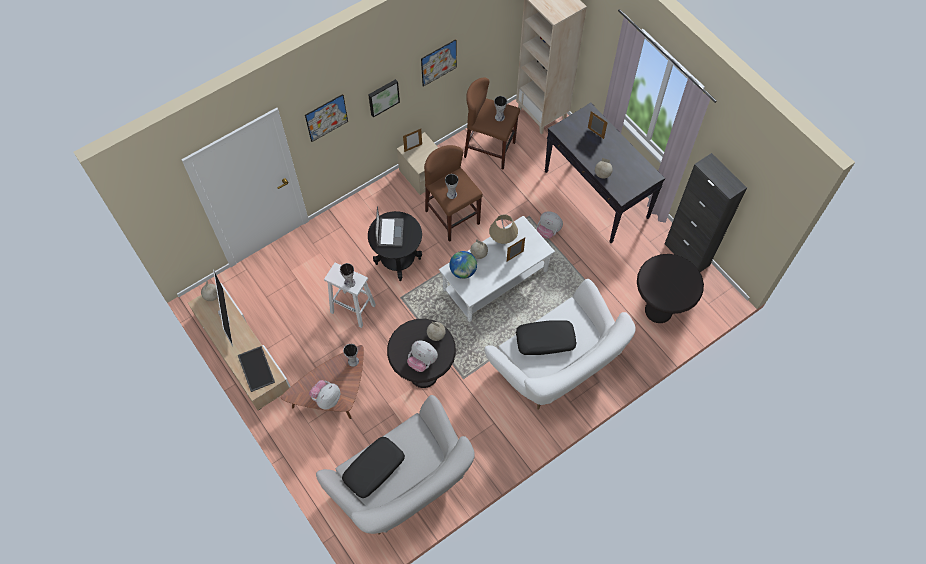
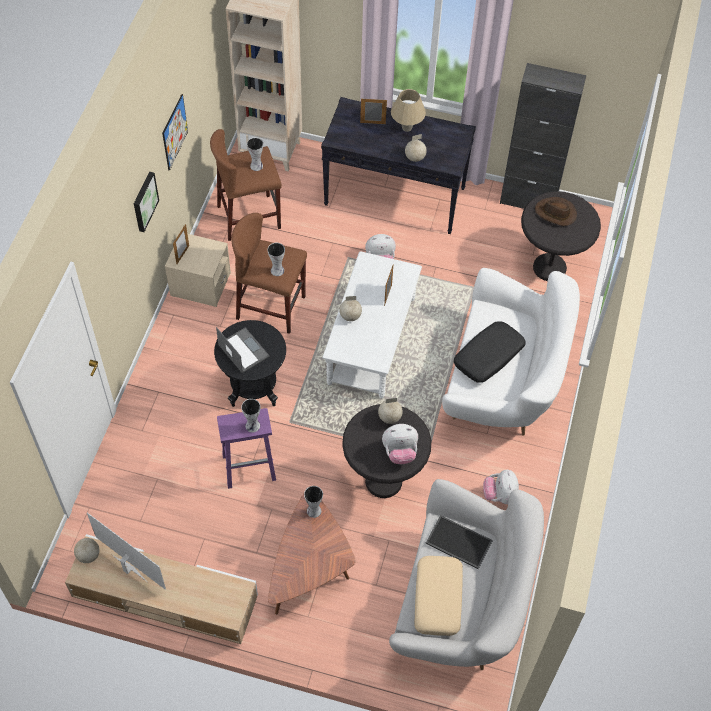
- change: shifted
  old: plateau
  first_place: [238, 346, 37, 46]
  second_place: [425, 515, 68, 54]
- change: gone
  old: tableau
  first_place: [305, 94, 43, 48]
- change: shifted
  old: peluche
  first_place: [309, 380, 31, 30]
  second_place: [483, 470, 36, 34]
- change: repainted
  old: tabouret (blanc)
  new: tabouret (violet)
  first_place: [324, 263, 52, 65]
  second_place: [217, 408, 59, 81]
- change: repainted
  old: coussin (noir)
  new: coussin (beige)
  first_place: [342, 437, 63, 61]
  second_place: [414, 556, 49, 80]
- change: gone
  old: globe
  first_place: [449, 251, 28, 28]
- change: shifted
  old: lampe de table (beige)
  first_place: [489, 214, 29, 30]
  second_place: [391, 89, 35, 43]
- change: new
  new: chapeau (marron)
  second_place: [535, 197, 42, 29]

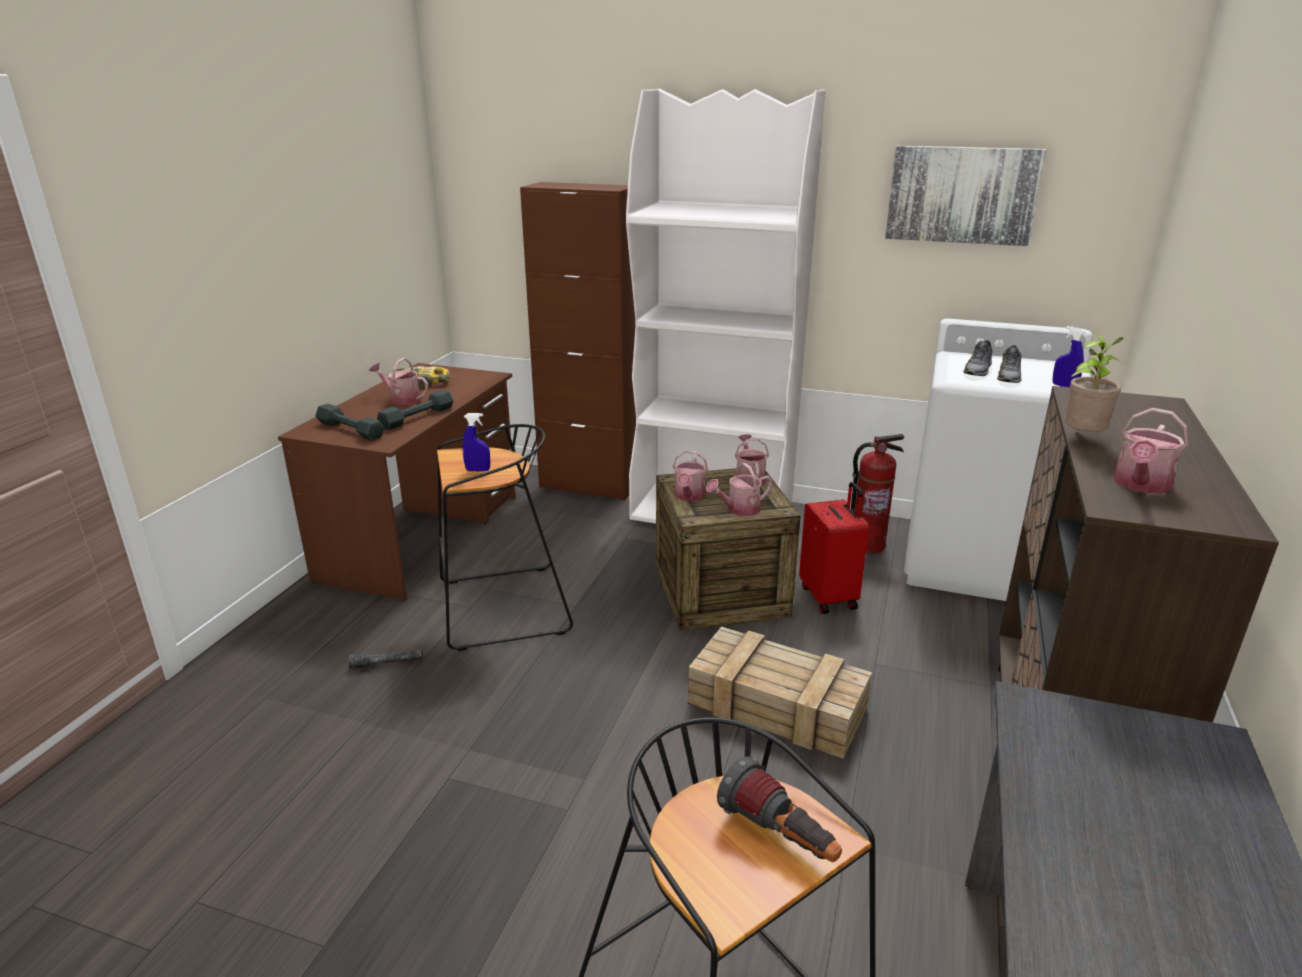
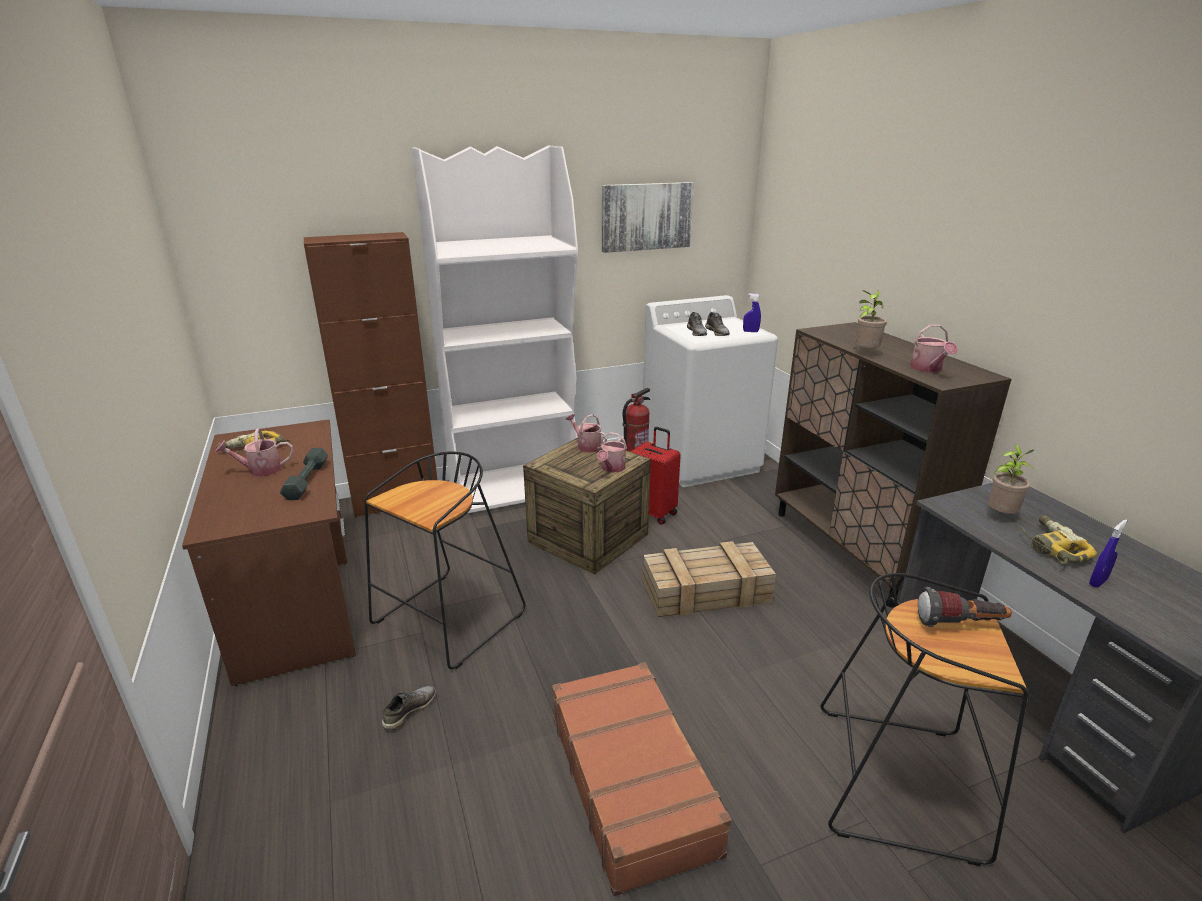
- change: gone
  old: haltère (gris)
  first_place: [315, 404, 70, 37]
- change: swapped
  old: lampe de poche (gris)
  new: chaussure (gris)
  first_place: [349, 650, 74, 19]
  second_place: [382, 686, 54, 44]
- change: shifted
  old: vaporisateur (bleu)
  first_place: [462, 413, 28, 59]
  second_place: [1089, 519, 38, 68]
- change: gone
  old: arrosoir
  first_place: [673, 451, 35, 50]
- change: new
  new: valise (marron)
  second_place: [552, 662, 180, 234]
- change: new
  new: plante en pot
  second_place: [988, 444, 47, 70]
- change: new
  new: perceuse
  second_place: [1020, 516, 77, 48]

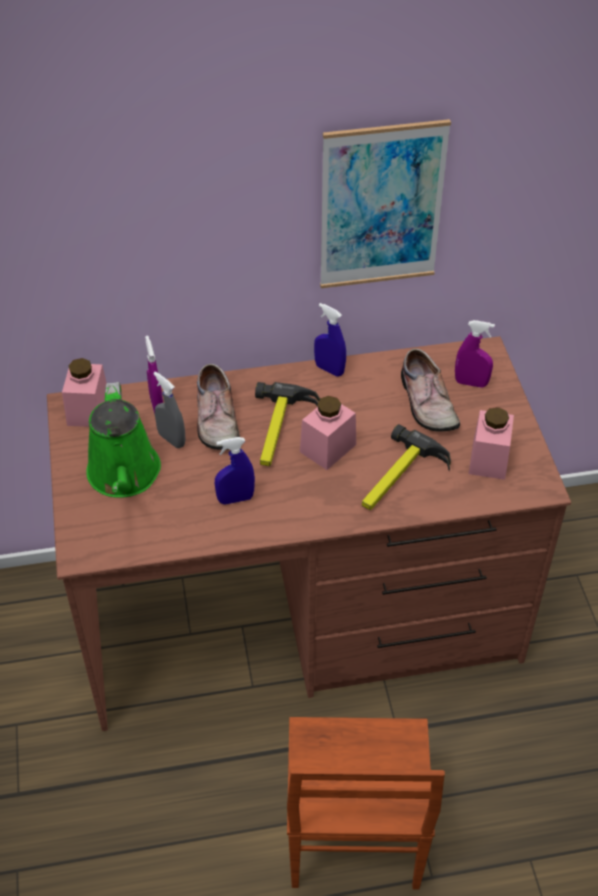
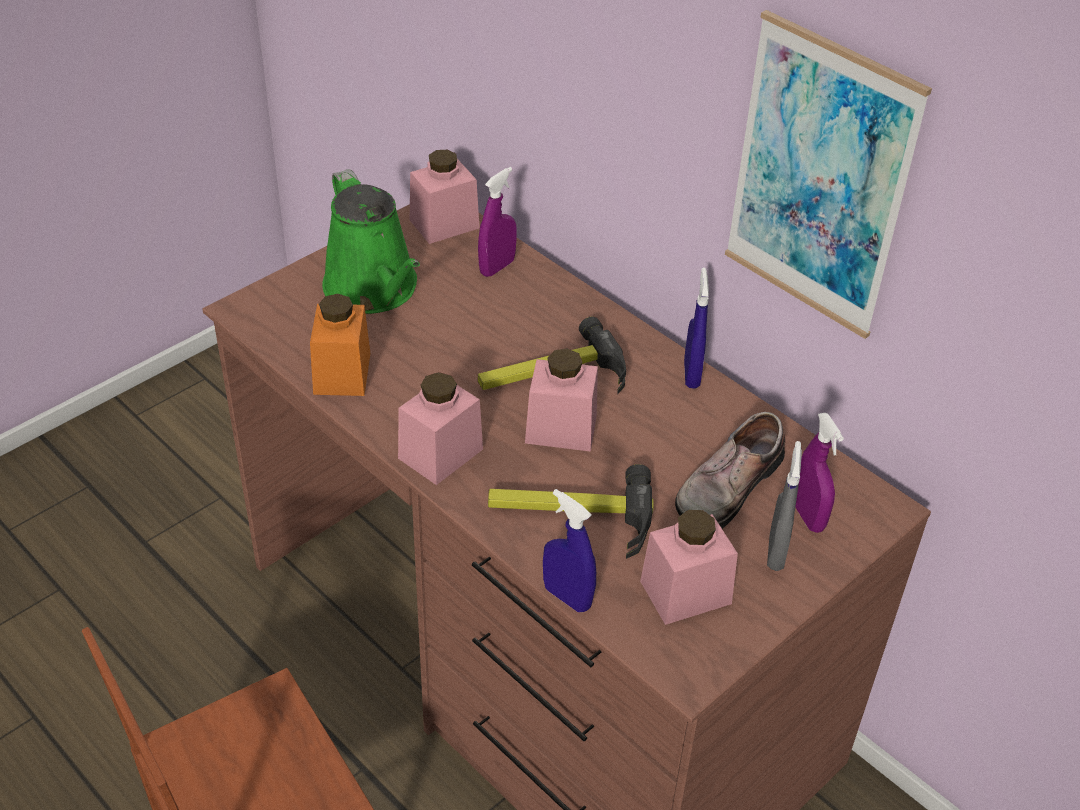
- change: rotated
  old: arrosoir (vert)
  first_place: [86, 382, 75, 116]
  second_place: [322, 169, 98, 145]
  degrees: -75
- change: shifted
  old: vaporisateur (gris)
  first_place: [153, 372, 33, 76]
  second_place: [767, 441, 35, 130]
- change: gone
  old: chaussure
  first_place: [197, 364, 43, 86]
- change: shifted
  old: vaporisateur (bleu)
  first_place: [215, 437, 40, 68]
  second_place: [543, 489, 53, 123]
- change: new
  new: bocal (orange)
  second_place: [310, 294, 60, 102]
- change: new
  new: bocal (rose)
  second_place: [398, 372, 85, 113]

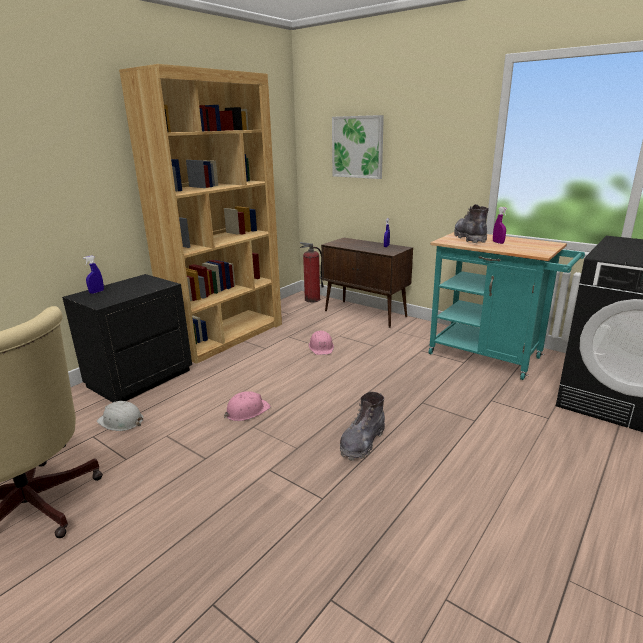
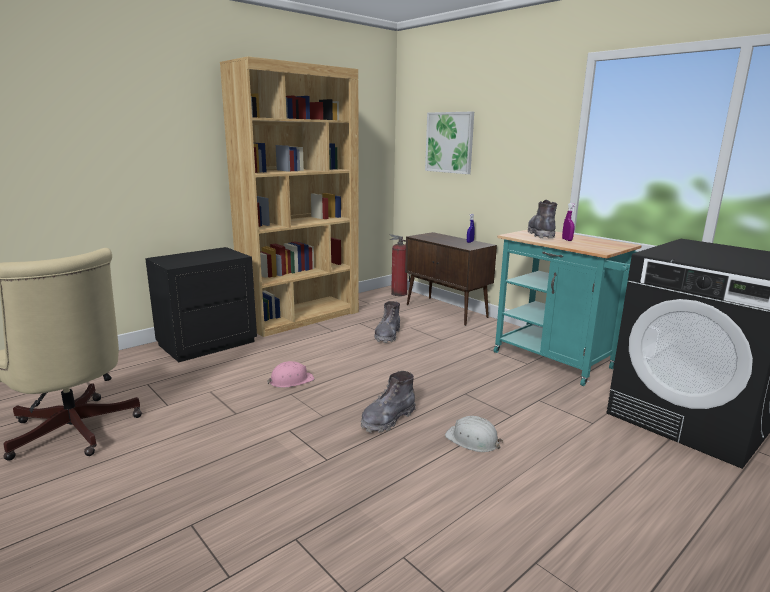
- change: gone
  old: vaporisateur (bleu)
  first_place: [83, 255, 21, 39]
- change: shifted
  old: casque de chantier (blanc)
  first_place: [97, 401, 46, 30]
  second_place: [445, 416, 58, 36]
- change: swapped
  old: casque de chantier (rose)
  new: botte (gris)
  first_place: [309, 330, 25, 25]
  second_place: [374, 301, 26, 42]

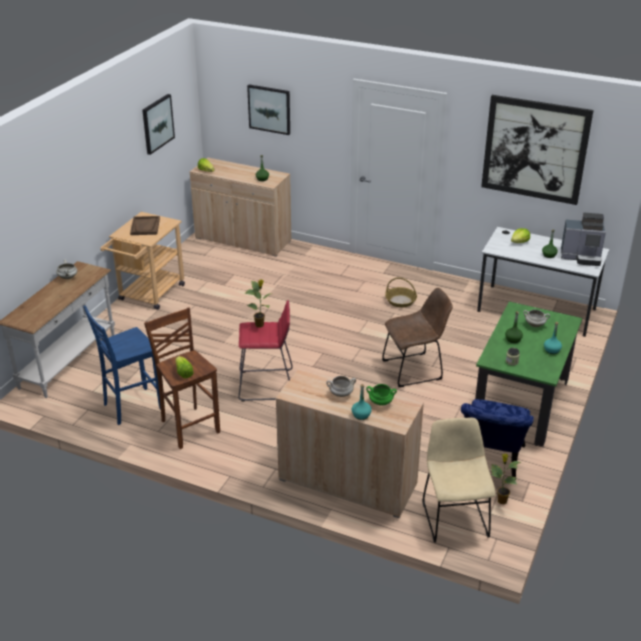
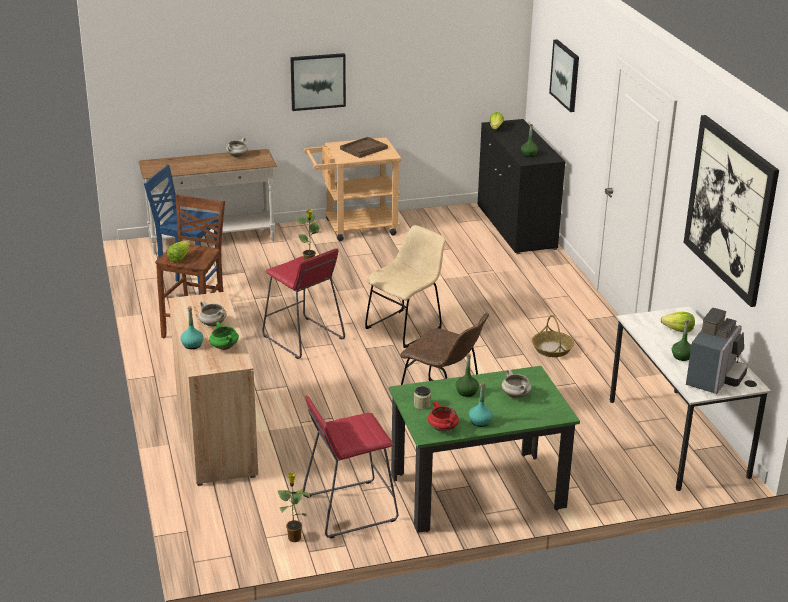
- change: shifted
  old: tableau
  first_place: [142, 94, 33, 61]
  second_place: [290, 53, 56, 58]
- change: repainted
  old: meuble de rangement (beige)
  new: meuble de rangement (noir)
  first_place: [190, 158, 102, 99]
  second_place: [478, 119, 87, 135]
- change: shifted
  old: chaise (beige)
  first_place: [422, 418, 74, 125]
  second_place: [365, 225, 80, 123]
- change: swapped
  old: chaise (bleu)
  new: tabouret (rouge)
  first_place: [461, 399, 73, 81]
  second_place: [303, 396, 95, 143]
- change: rotated
  old: machine à café
  first_place: [561, 213, 45, 53]
  second_place: [686, 308, 62, 86]
  degrees: -120
- change: new
  new: marmite (rouge)
  second_place: [428, 401, 31, 31]

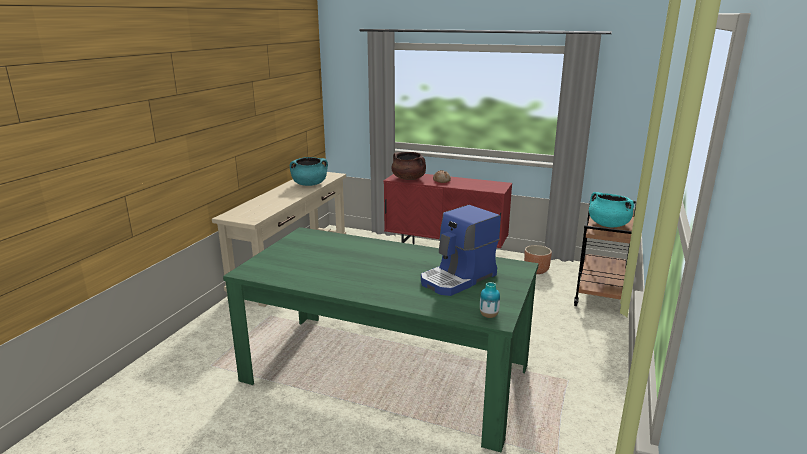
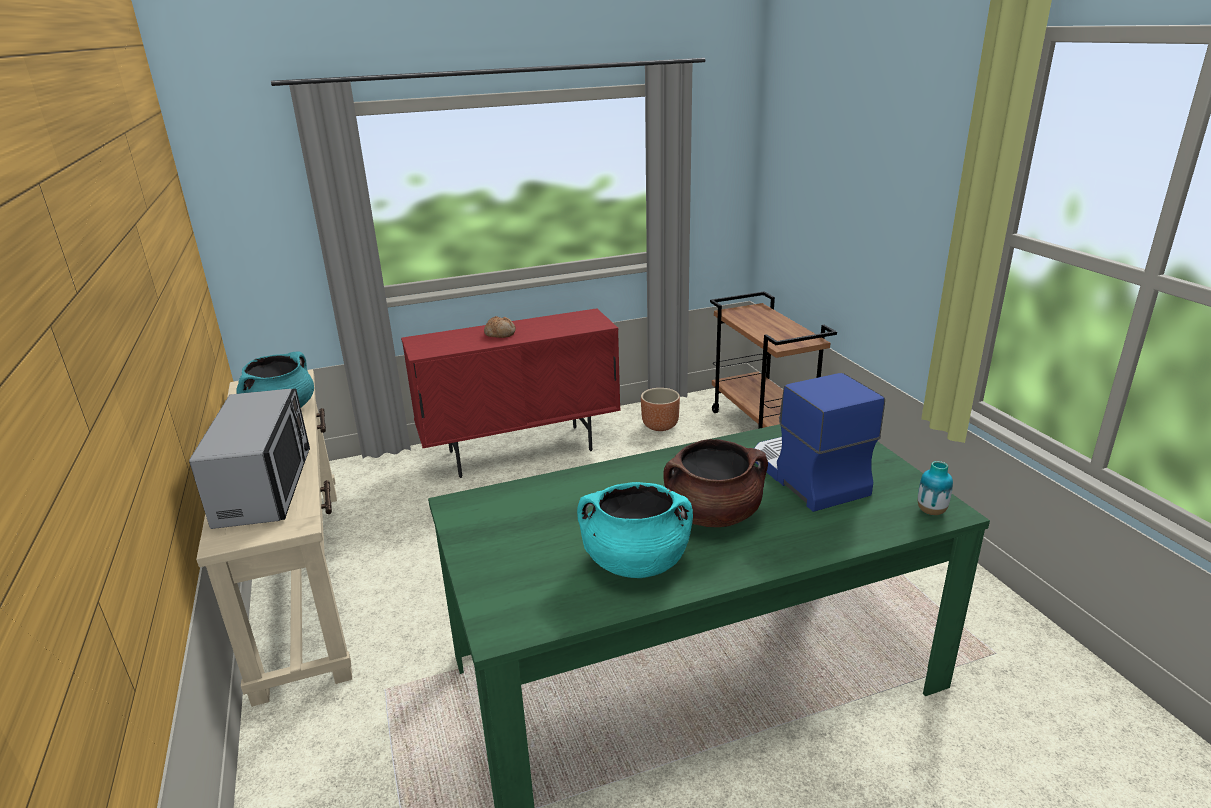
- change: shifted
  old: marmite (marron)
  first_place: [391, 152, 35, 28]
  second_place: [663, 439, 105, 88]
- change: rotated
  old: machine à café
  first_place: [421, 205, 80, 91]
  second_place: [754, 373, 131, 139]
  degrees: 150
- change: shifted
  old: marmite (turquoise)
  first_place: [589, 192, 45, 35]
  second_place: [577, 482, 116, 96]
- change: new
  new: micro-ondes
  second_place: [189, 389, 121, 140]

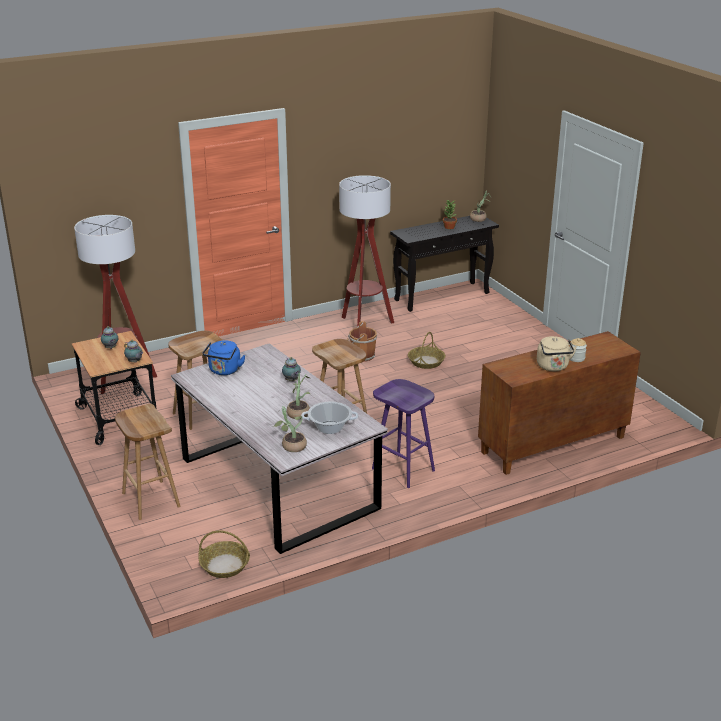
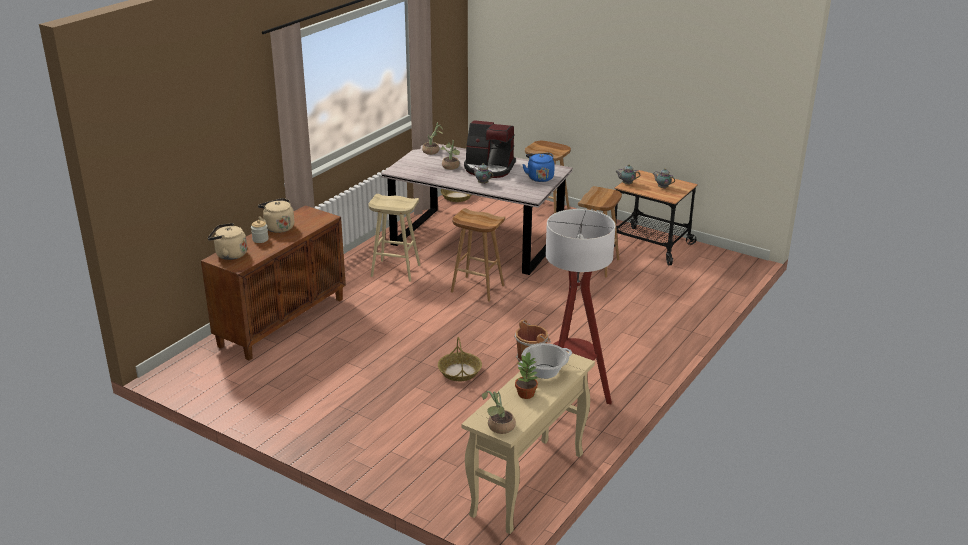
- change: gone
  old: lampadaire
  first_place: [74, 215, 83, 179]
- change: shifted
  old: marmite
  first_place: [301, 401, 58, 33]
  second_place: [518, 343, 54, 36]
- change: repainted
  old: tabouret (violet)
  new: tabouret (beige)
  first_place: [372, 379, 63, 109]
  second_place: [368, 194, 53, 88]
- change: repainted
  old: table console (noir)
  new: table console (beige)
  first_place: [390, 216, 109, 96]
  second_place: [462, 352, 133, 182]
- change: new
  new: bouilloire (beige)
  second_place: [208, 223, 39, 37]
- change: new
  new: machine à café
  second_place: [464, 120, 52, 58]

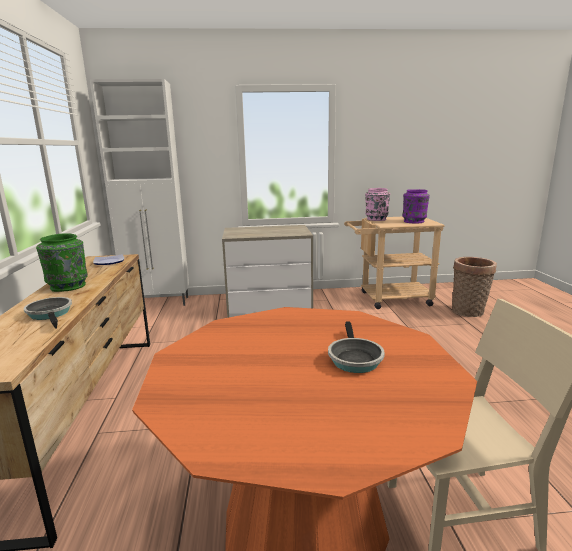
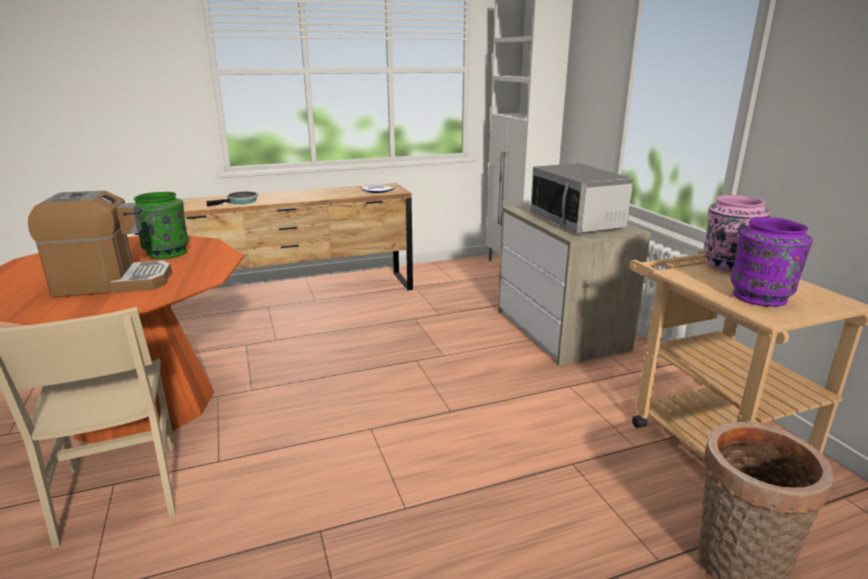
- change: shifted
  old: vase (vert)
  first_place: [36, 233, 52, 59]
  second_place: [134, 192, 55, 67]
- change: swapped
  old: poêle
  new: machine à café
  first_place: [328, 322, 57, 51]
  second_place: [28, 191, 144, 106]
- change: new
  new: micro-ondes
  second_place: [530, 163, 103, 70]

